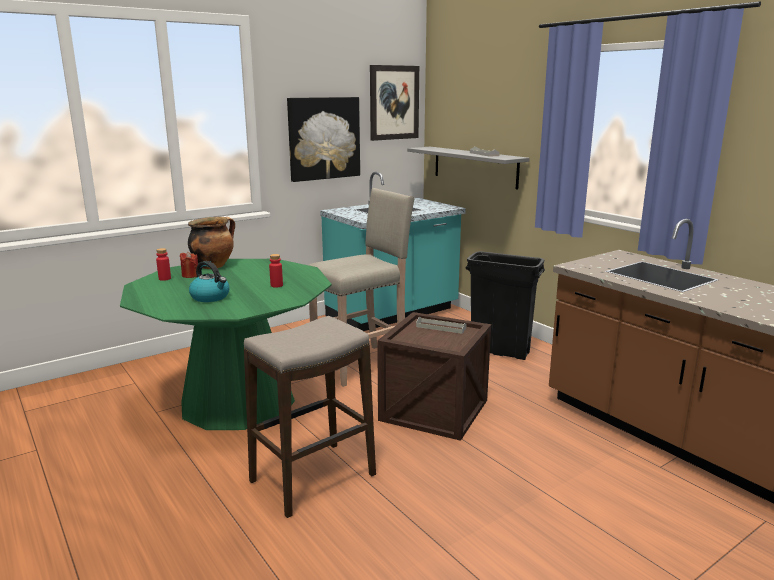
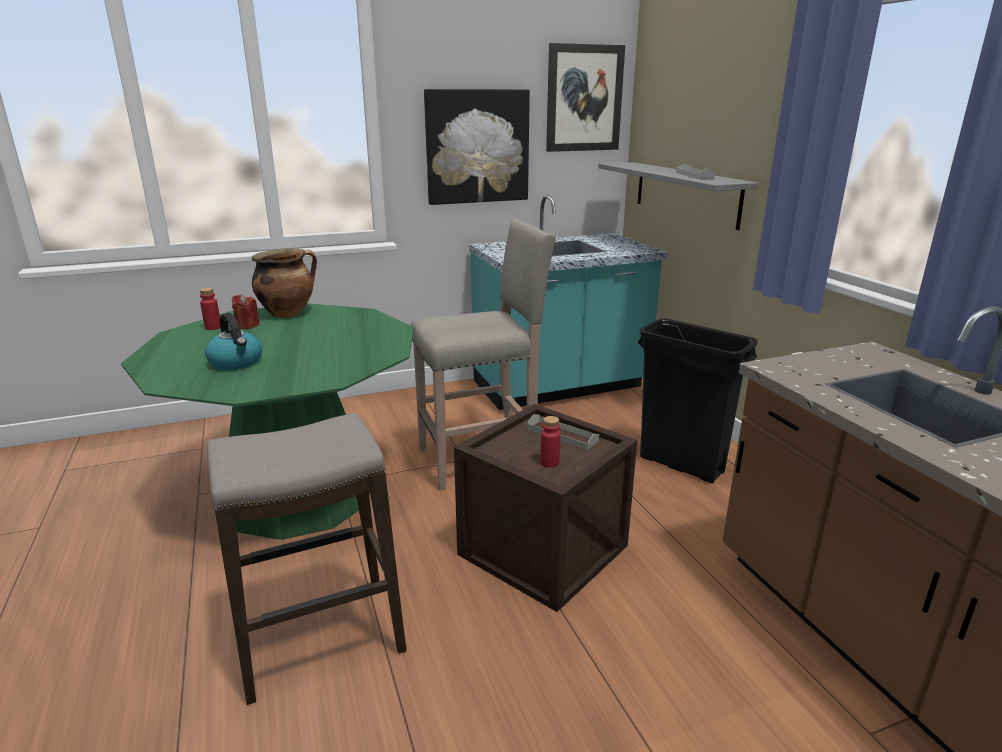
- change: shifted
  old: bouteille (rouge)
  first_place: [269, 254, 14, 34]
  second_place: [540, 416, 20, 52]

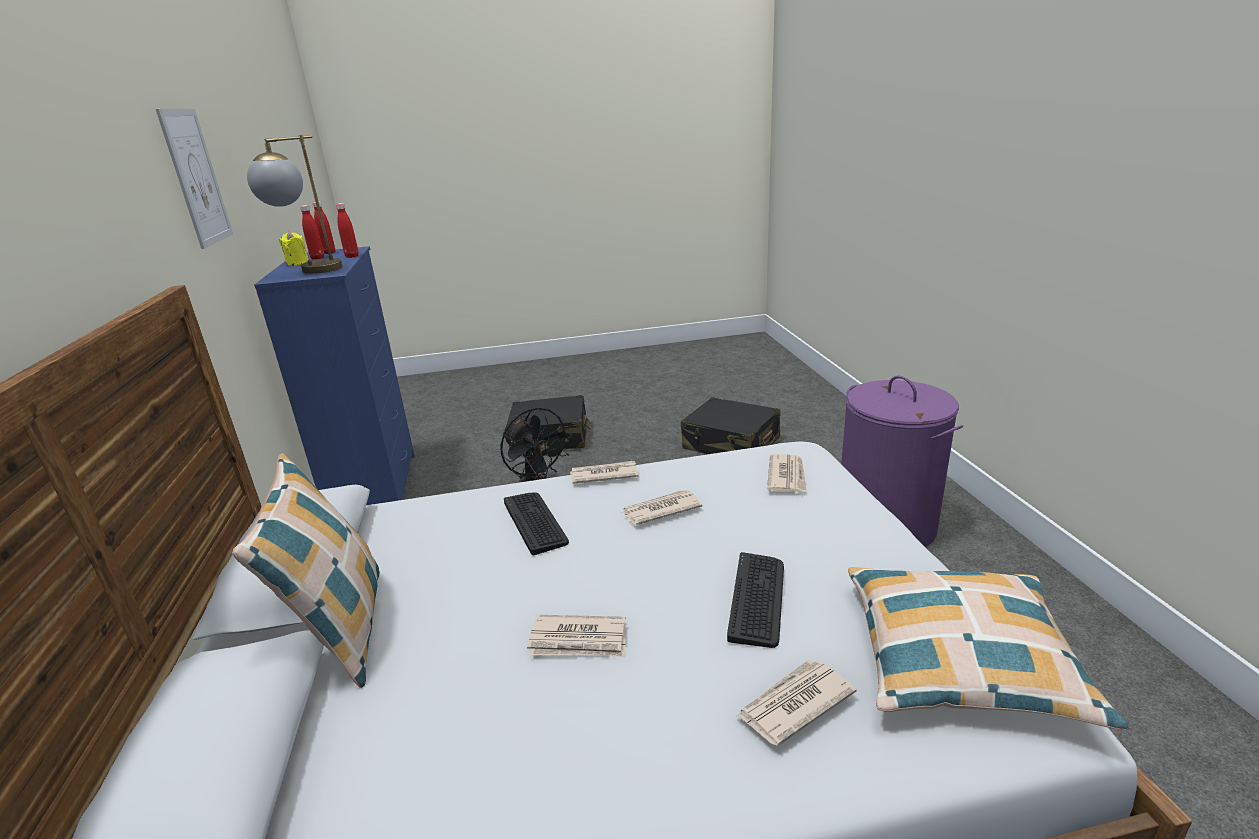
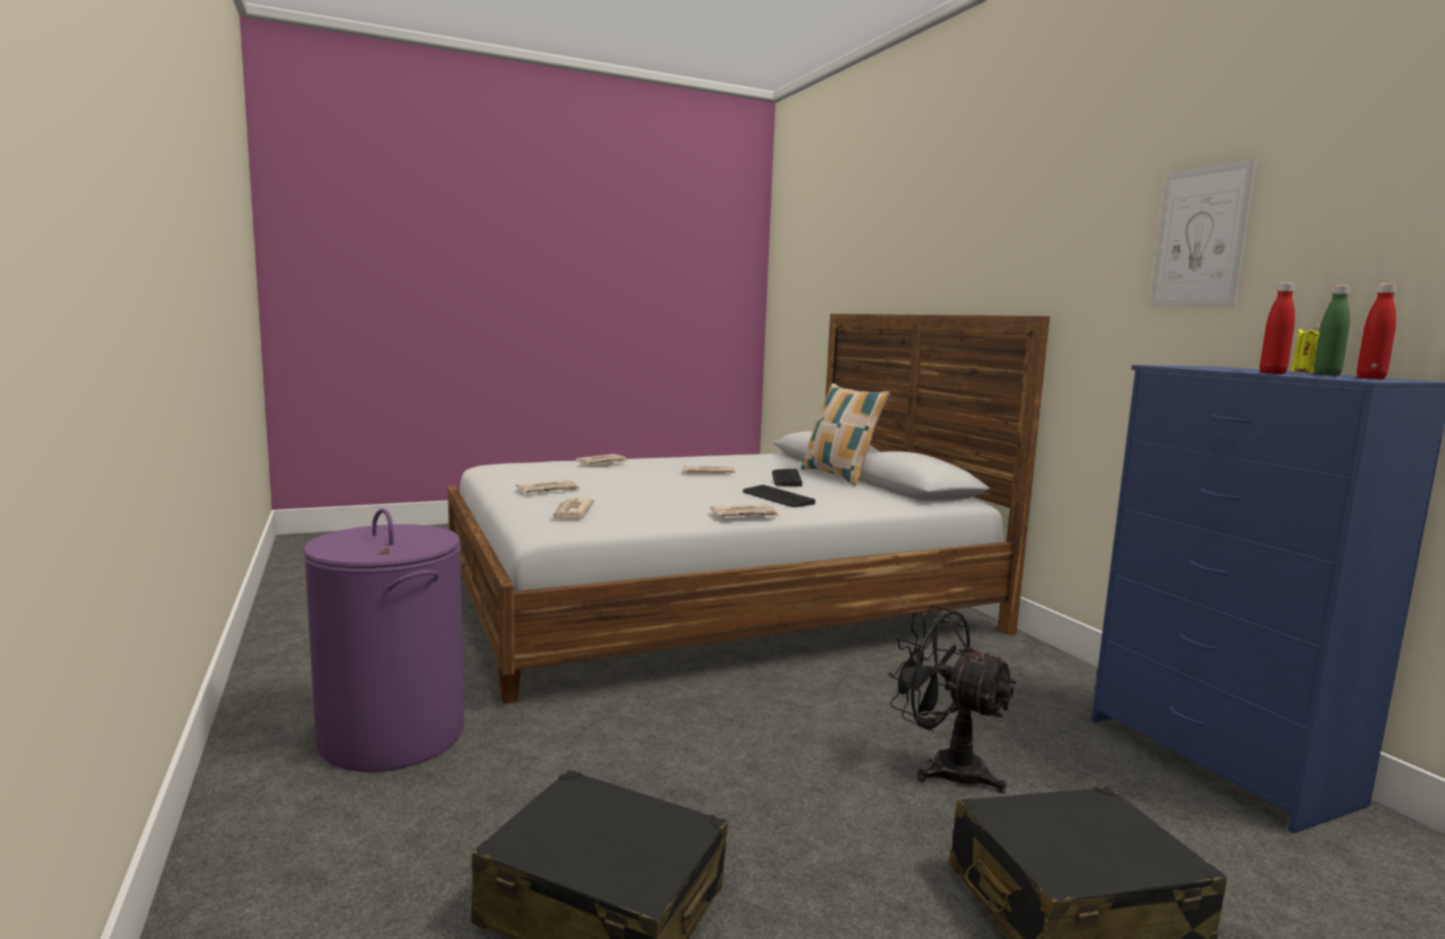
- change: gone
  old: lampe de table
  first_place: [247, 135, 96, 139]
- change: repainted
  old: bouteille (rouge)
  new: bouteille (vert)
  first_place: [300, 205, 24, 55]
  second_place: [1314, 285, 36, 91]
- change: shifted
  old: journal
  first_place: [622, 490, 80, 35]
  second_place: [516, 480, 65, 13]
- change: shifted
  old: clavier
  first_place: [727, 552, 57, 96]
  second_place: [772, 469, 30, 18]
- change: gone
  old: coussin
  first_place: [848, 567, 280, 163]

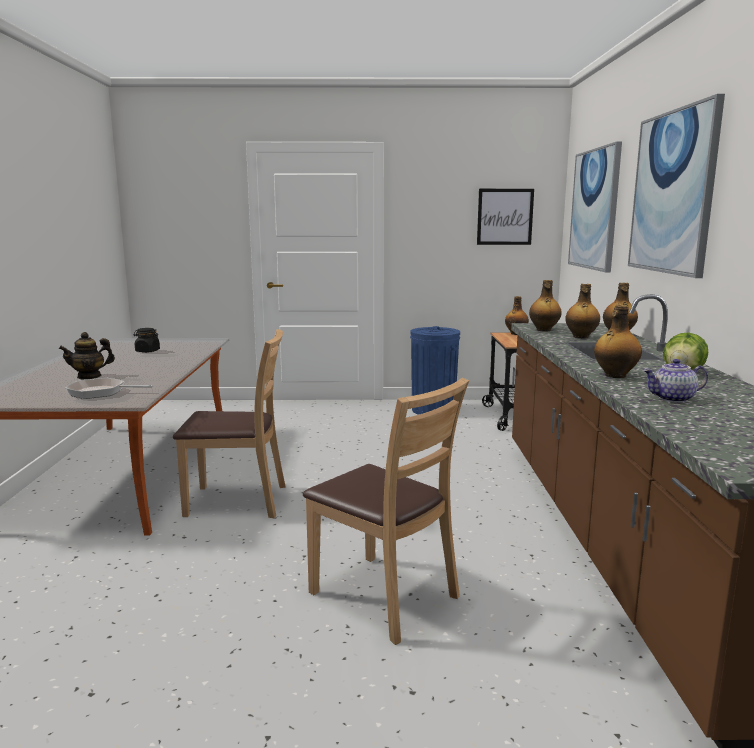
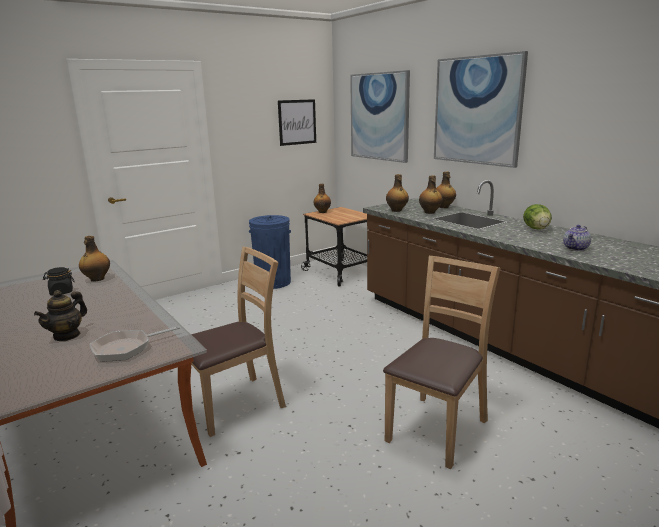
- change: rotated
  old: chaise (marron)
  first_place: [303, 378, 166, 267]
  second_place: [383, 256, 117, 213]
  degrees: -60
- change: shifted
  old: bouteille
  first_place: [594, 305, 48, 73]
  second_place: [79, 236, 31, 46]

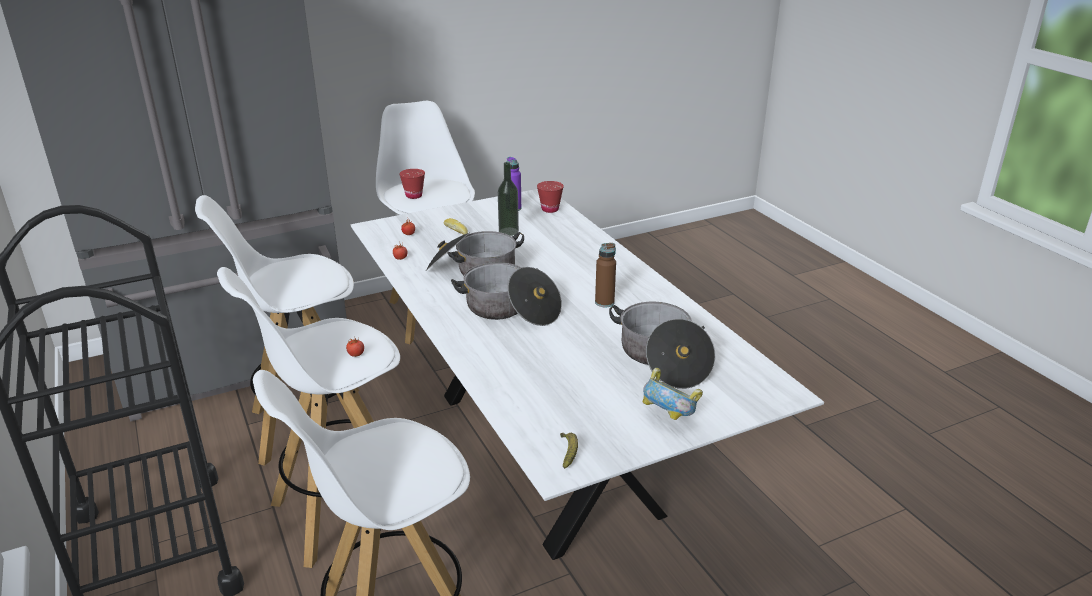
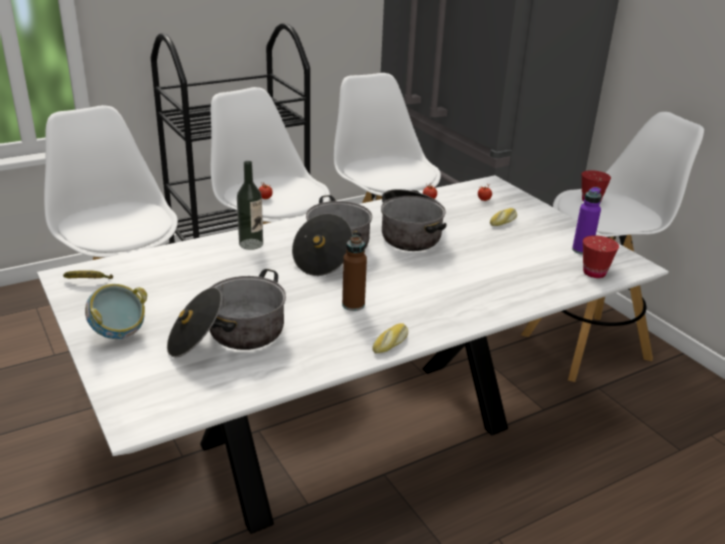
- change: shifted
  old: bouteille
  first_place: [498, 162, 21, 74]
  second_place: [237, 161, 26, 89]
- change: new
  new: pain
  second_place: [372, 323, 36, 30]

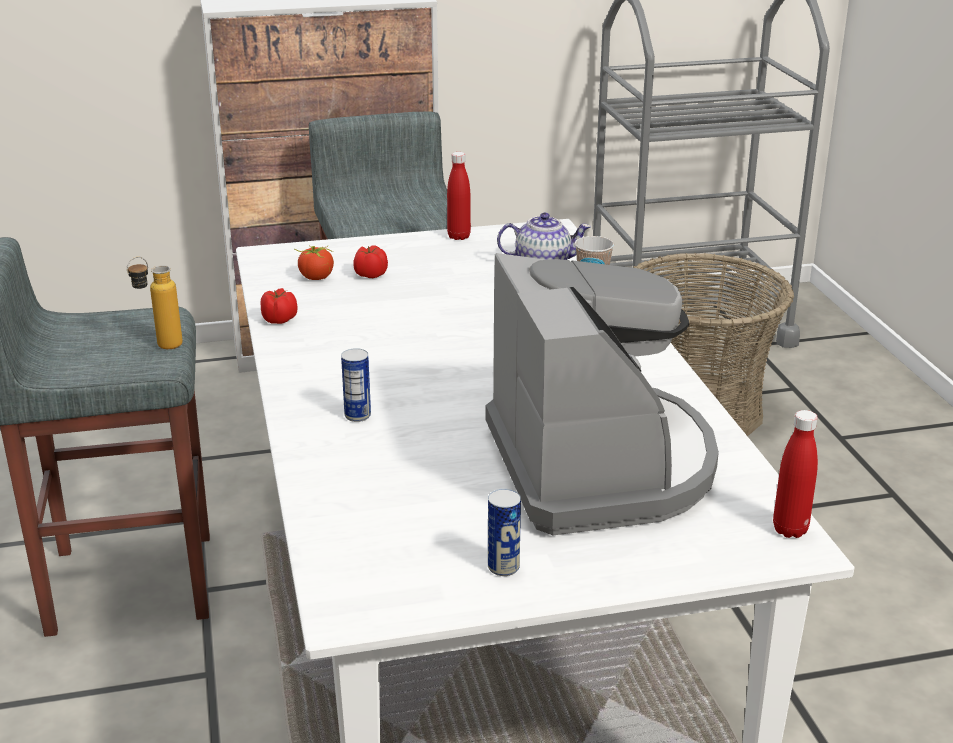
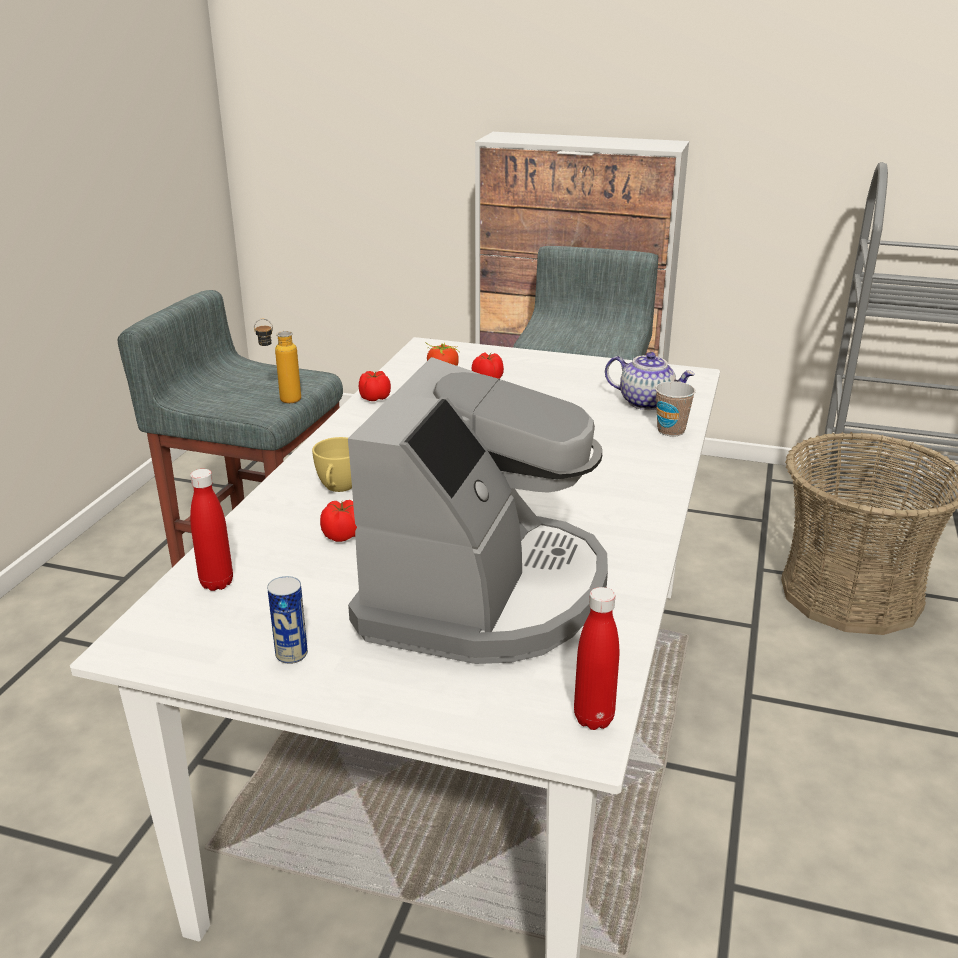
- change: swapped
  old: boîte métallique
  new: tasse (jaune)
  first_place: [341, 348, 30, 74]
  second_place: [312, 437, 40, 55]
- change: shifted
  old: bouteille (rouge)
  first_place: [447, 152, 24, 88]
  second_place: [190, 469, 43, 122]
- change: new
  new: tomate
  second_place: [320, 500, 37, 42]

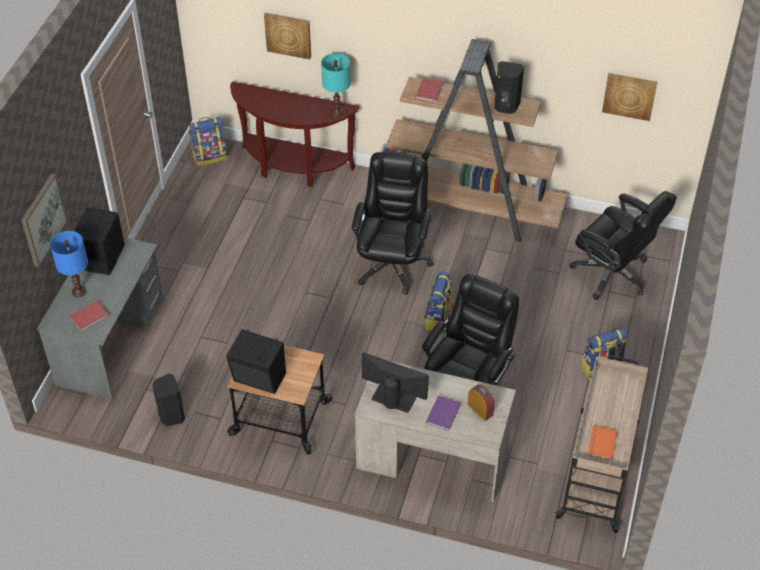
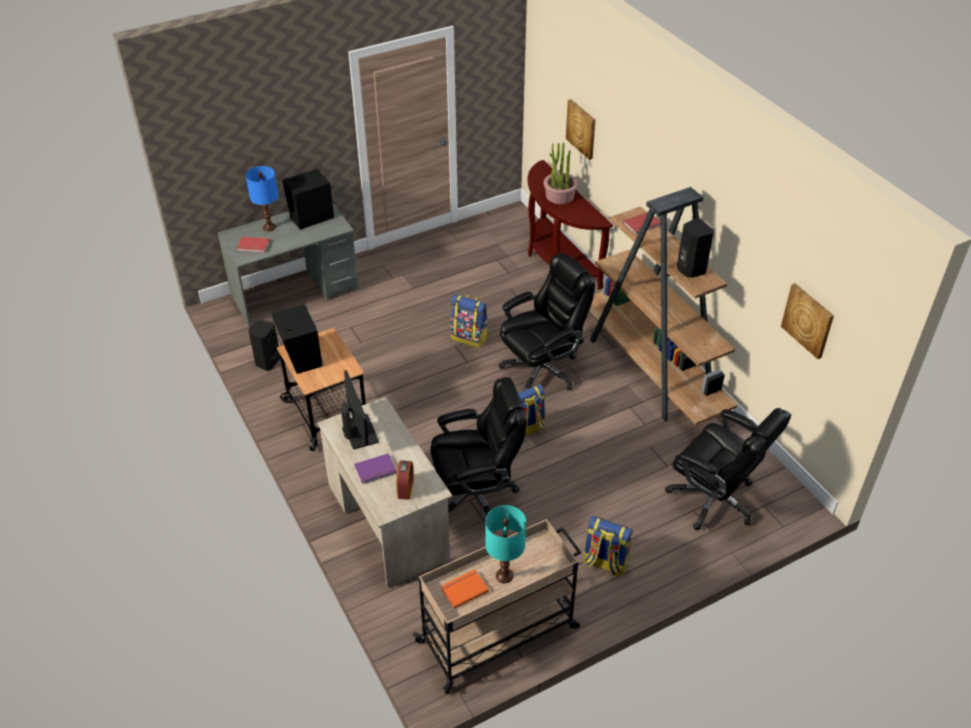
- change: gone
  old: tableau
  first_place: [21, 174, 46, 93]
- change: shifted
  old: sac à dos
  first_place: [189, 117, 38, 49]
  second_place: [450, 294, 38, 54]
- change: shifted
  old: lampe de table (turquoise)
  first_place: [321, 53, 30, 64]
  second_place: [485, 505, 41, 78]
- change: rotated
  old: chaise de bureau (noir)
  first_place: [569, 191, 108, 109]
  second_place: [665, 408, 126, 122]
  degrees: -45
- change: new
  new: plante en pot
  second_place: [544, 142, 34, 62]

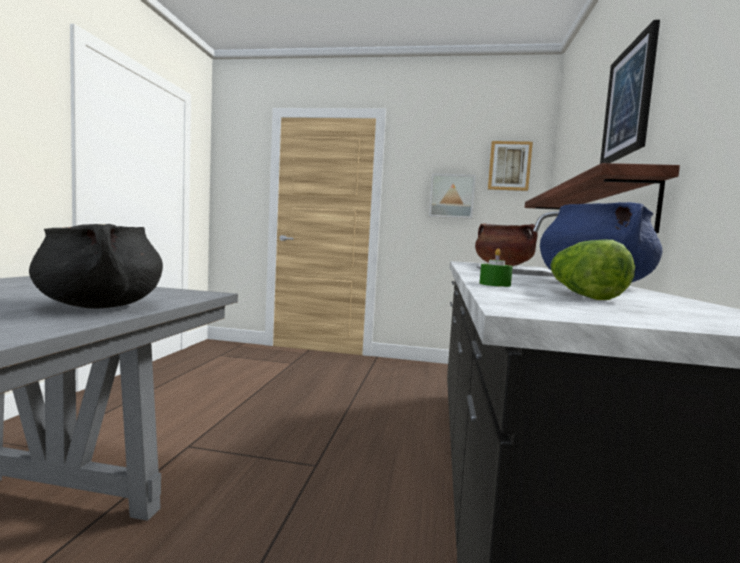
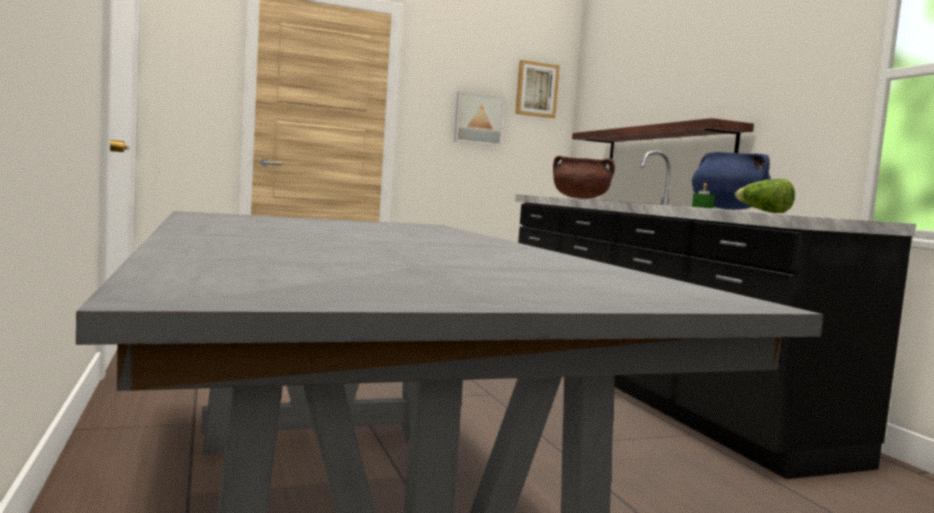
- change: gone
  old: marmite (noir)
  first_place: [29, 224, 134, 85]
- change: gone
  old: tableau
  first_place: [600, 20, 60, 144]

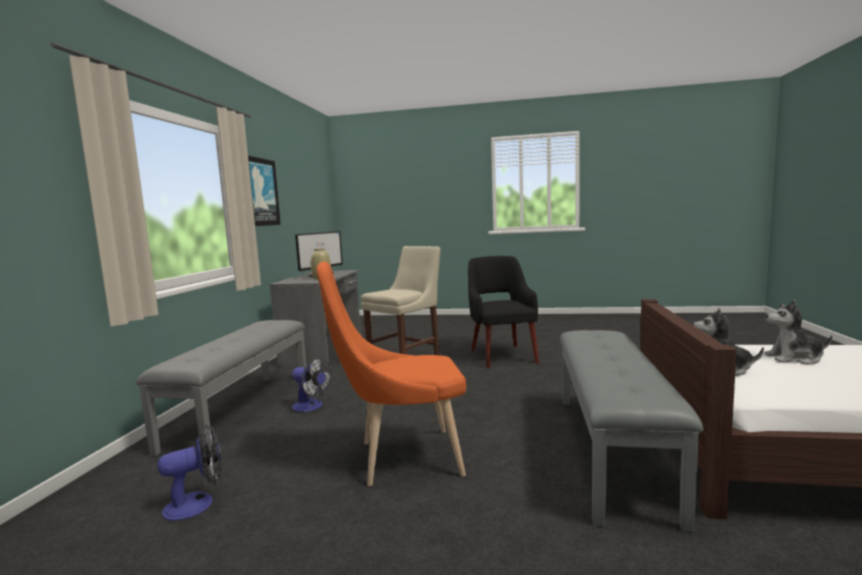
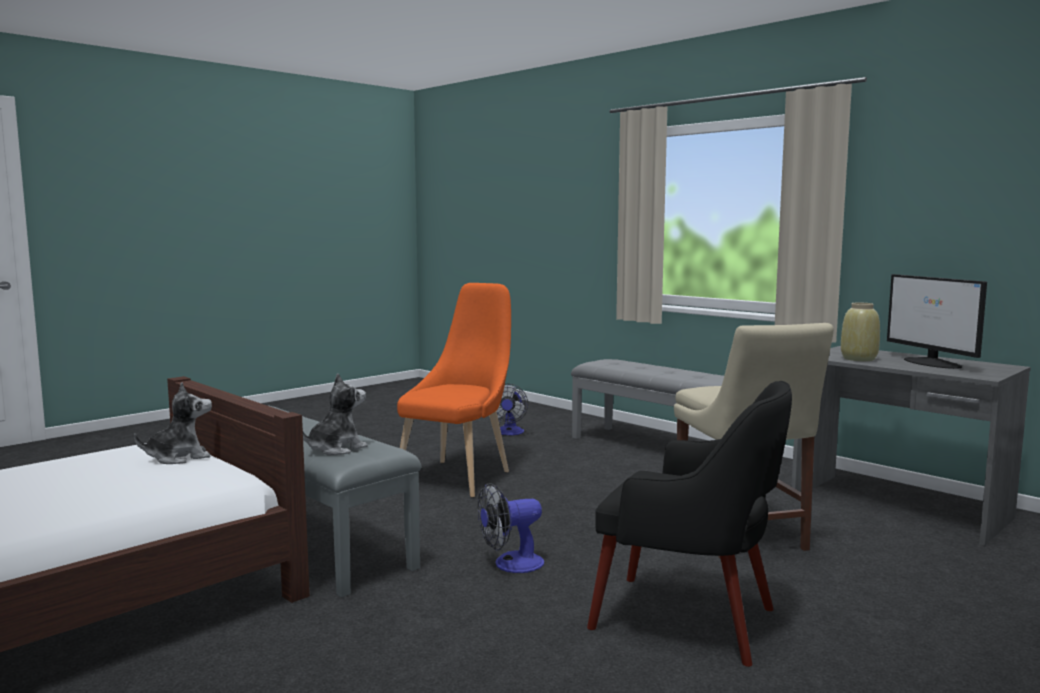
- change: gone
  old: tableau
  first_place: [248, 156, 33, 70]
- change: shifted
  old: ventilateur
  first_place: [292, 357, 40, 55]
  second_place: [478, 483, 66, 90]
- change: shifted
  old: peluche
  first_place: [764, 300, 68, 64]
  second_place: [303, 373, 65, 82]

